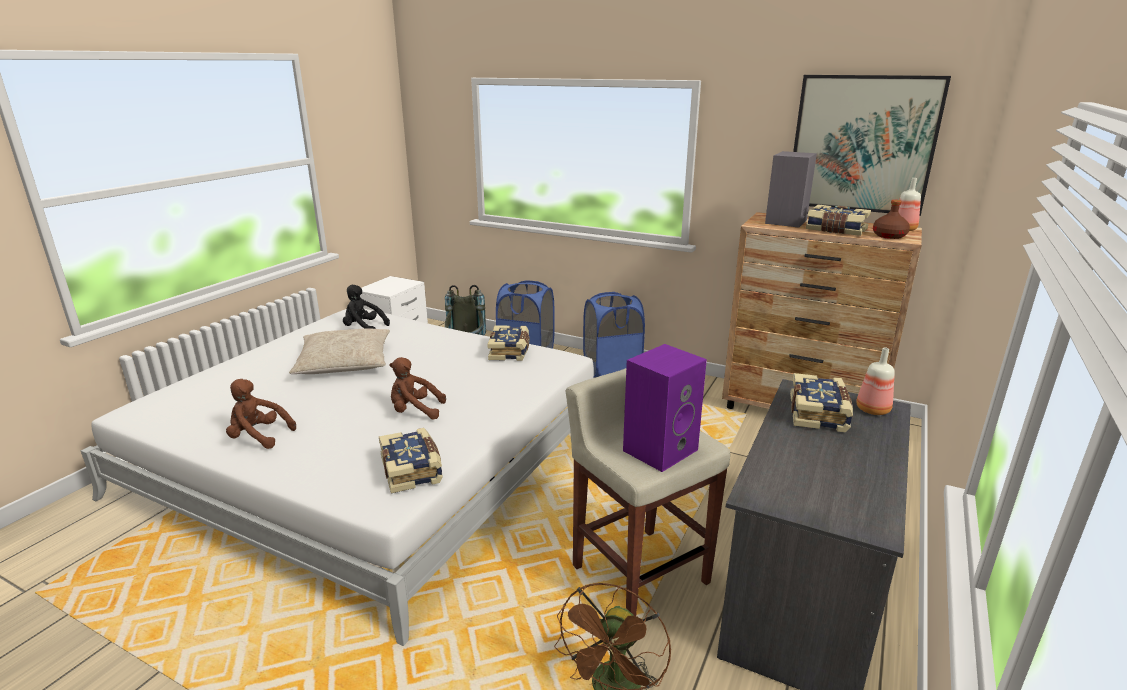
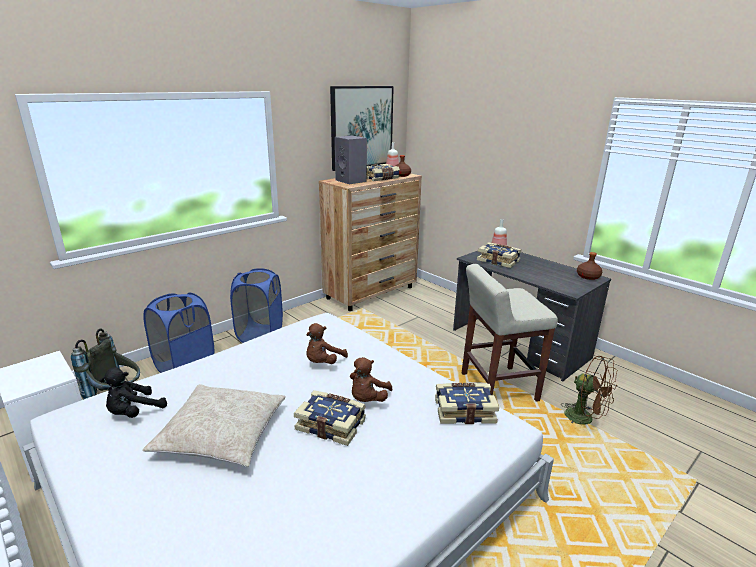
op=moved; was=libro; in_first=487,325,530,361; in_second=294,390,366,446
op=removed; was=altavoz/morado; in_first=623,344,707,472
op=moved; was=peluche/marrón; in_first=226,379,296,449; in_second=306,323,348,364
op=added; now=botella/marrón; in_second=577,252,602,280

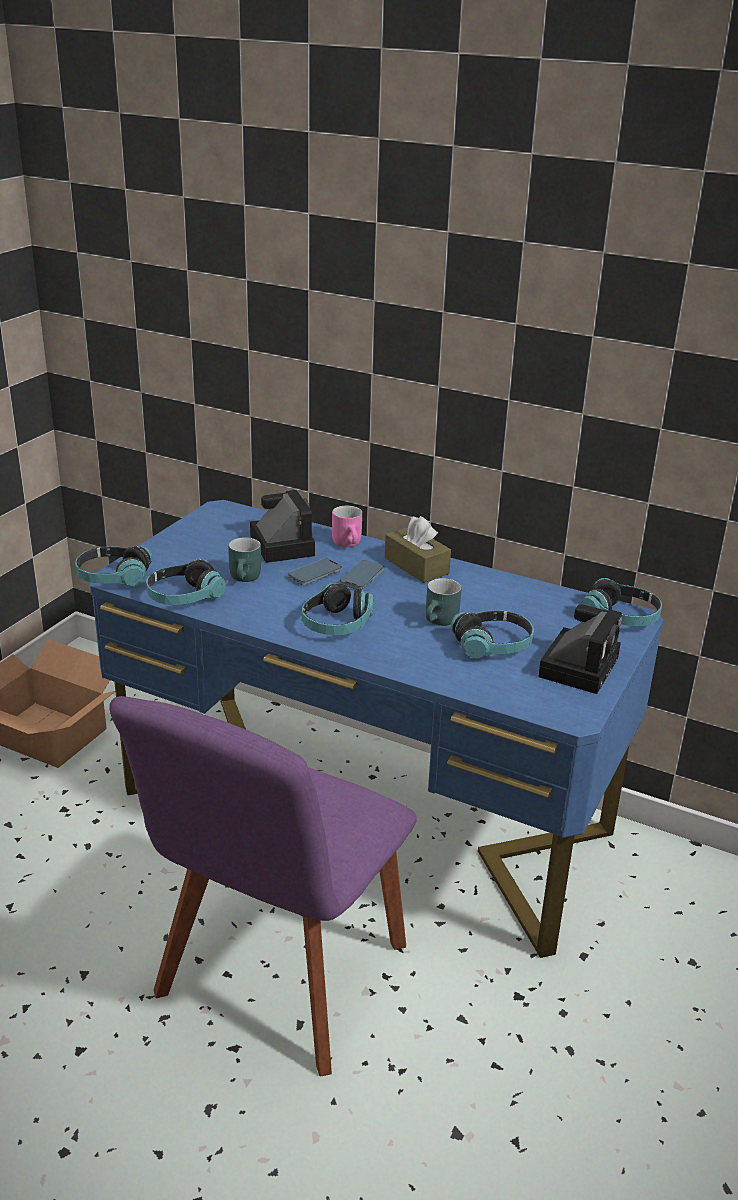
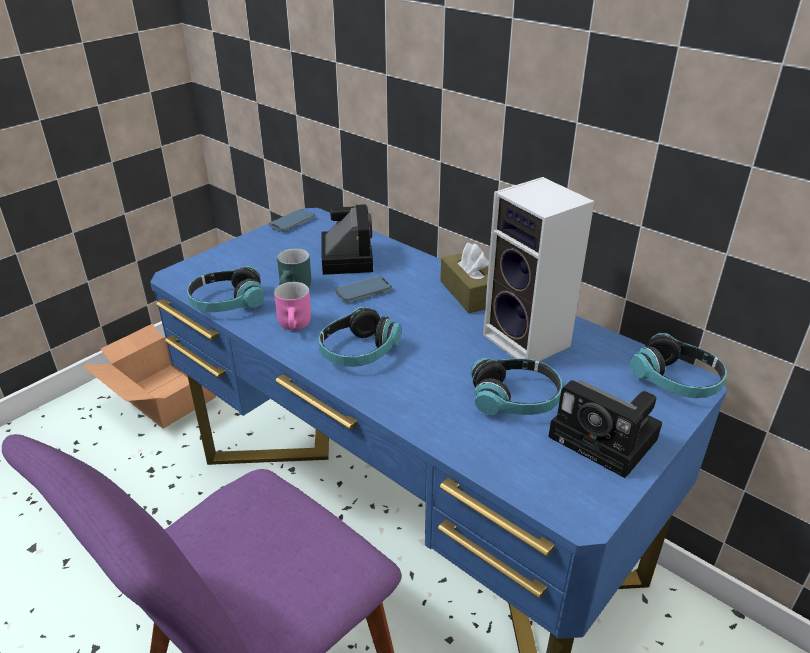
op=moved; was=taza grande/rosa; in_first=332,506,362,547; in_second=274,282,311,330
op=removed; was=auriculares; in_first=75,546,152,586
op=moved; was=móvil; in_first=340,560,384,590; in_second=269,209,315,232
op=removed; was=taza grande/turquesa; in_first=426,578,461,626
op=turned; was=cámara; in_first=538,604,622,694; in_second=549,380,662,478; clockwise=90
op=added; now=altavoz; in_second=483,177,594,361

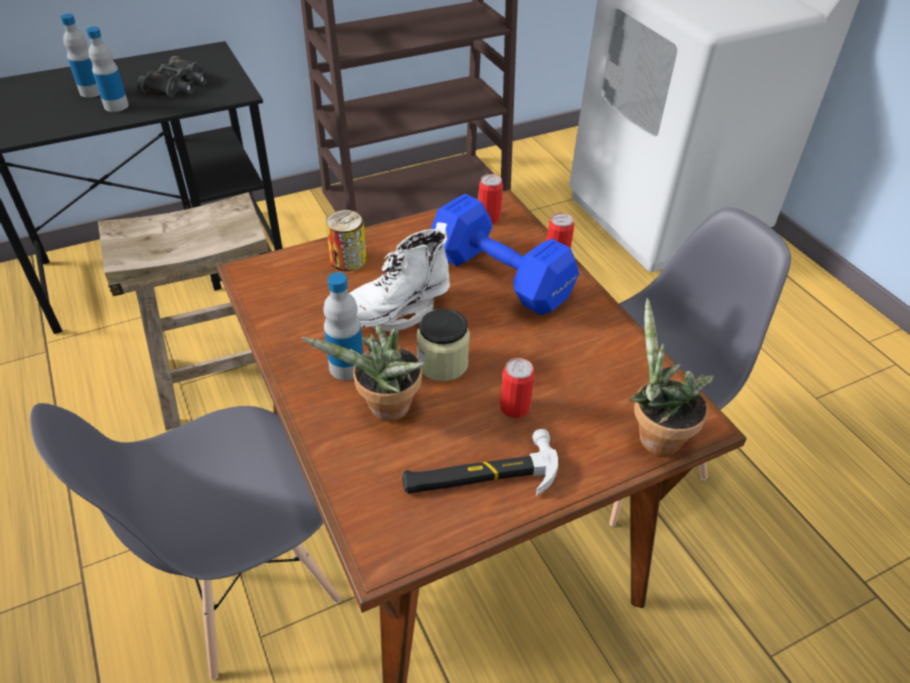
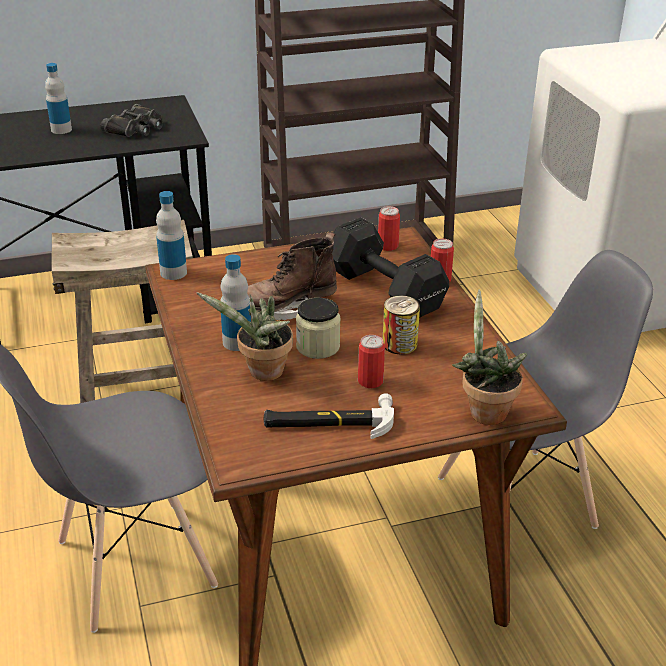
op=moved; was=botella; in_first=86,27,129,112; in_second=156,191,187,280
op=recoloured; was=mancuerna/azul; now=mancuerna/negro; in_first=431,194,579,315; in_second=332,217,449,318
op=moved; was=lata; in_first=326,210,366,271; in_second=383,295,420,355
op=recoloured; was=bota/blanco; now=bota/marrón; in_first=349,222,450,332; in_second=247,232,337,320

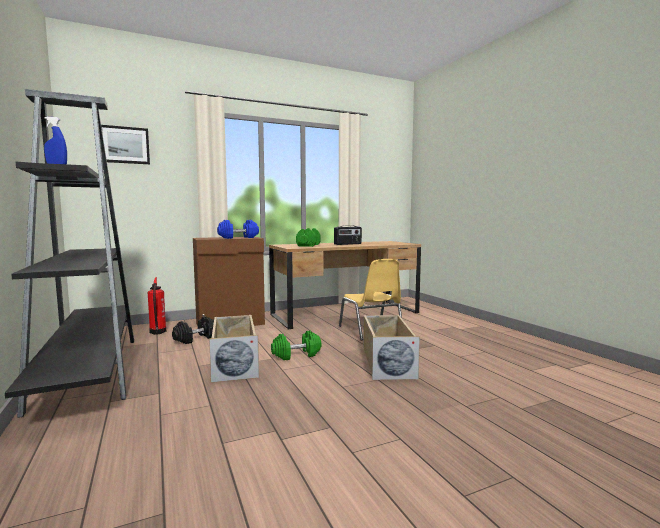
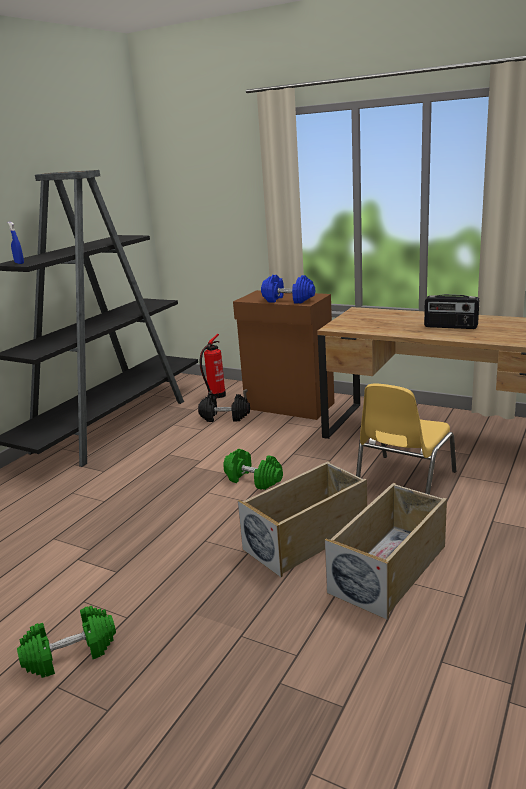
op=removed; was=cuadro; in_first=101,125,150,164
op=moved; was=mancuerna/verde; in_first=296,228,321,247; in_second=17,606,116,678
op=moved; was=caja de almacenaje/beis; in_first=209,315,259,382; in_second=325,483,447,620

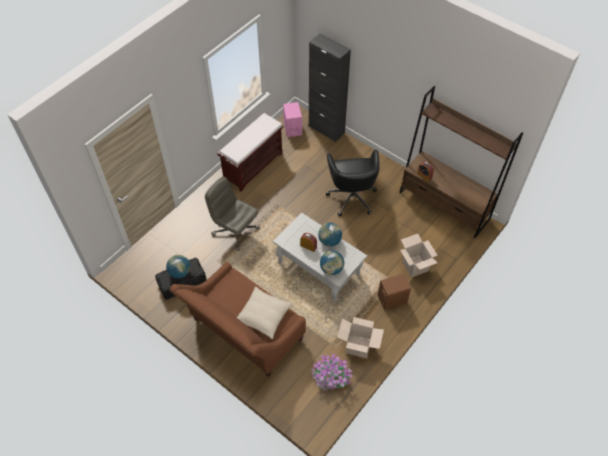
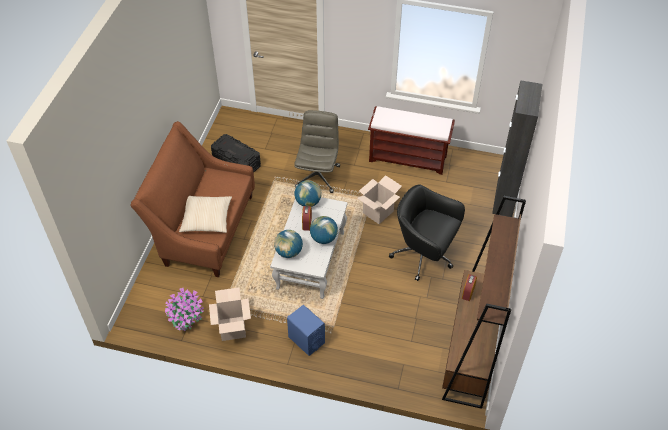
op=removed; was=altavoz/rosa; in_first=283,102,302,137
op=turned; was=silla de oficina/negro; in_first=326,150,380,216; in_second=389,185,465,281; clockwise=60
op=moved; was=caja de cartón; in_first=400,234,437,277; in_second=357,175,402,224
op=moved; was=globo terráqueo; in_first=166,255,190,278; in_second=295,180,321,207
op=recoloured; was=altavoz/marrón; now=altavoz/azul; in_first=378,273,411,310; in_second=287,305,325,356

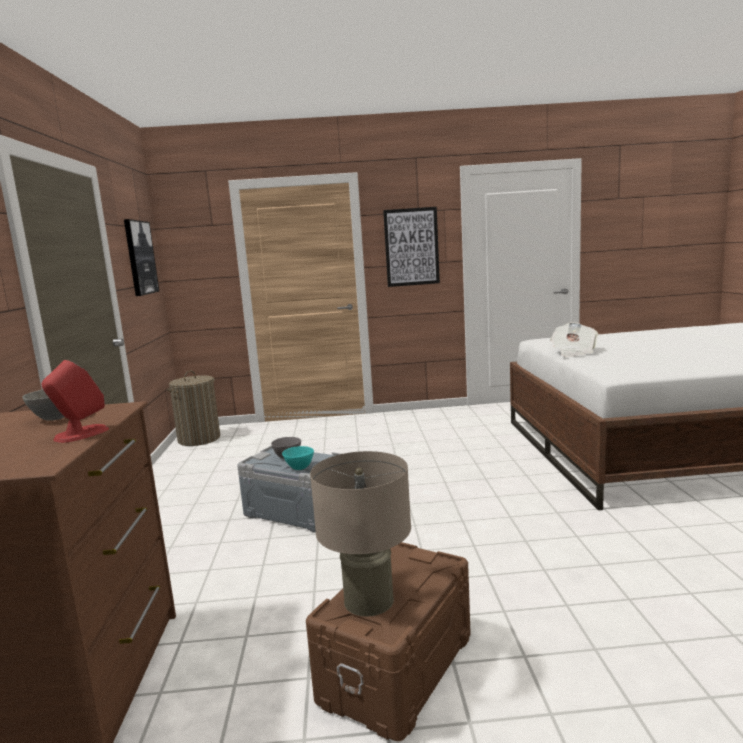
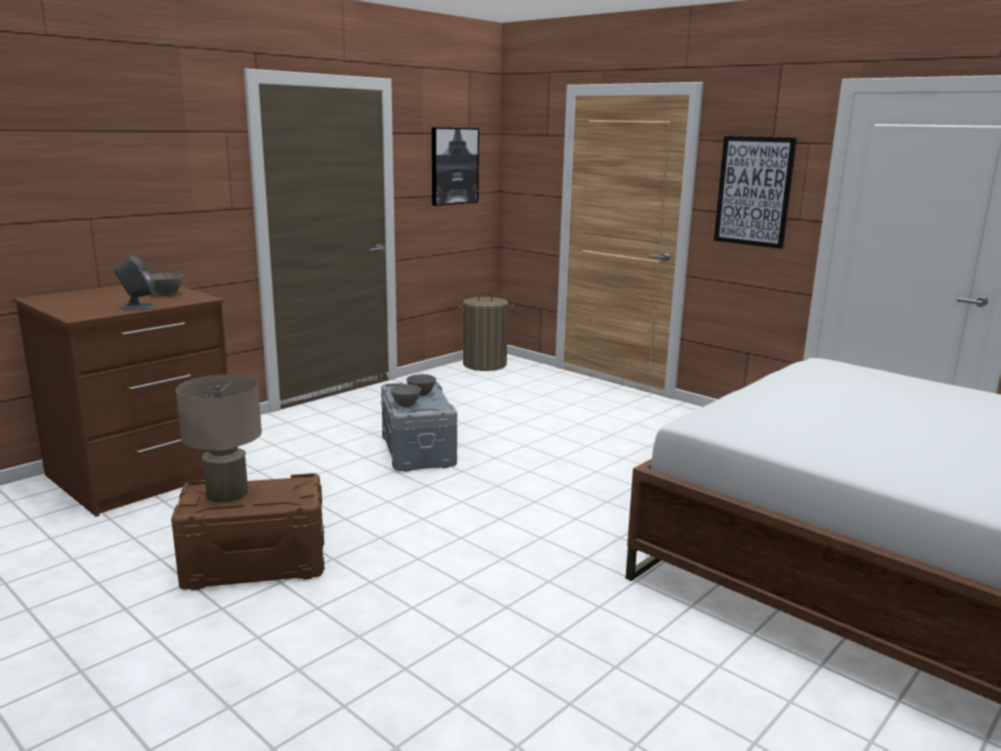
op=removed; was=periódico; in_first=550,322,598,357
op=recoloured; was=altavoz/rojo; now=altavoz/gris; in_first=41,360,109,443; in_second=114,255,158,310
op=recoloured; was=cuenco/turquesa; now=cuenco/gris; in_first=282,446,314,470; in_second=390,384,421,407

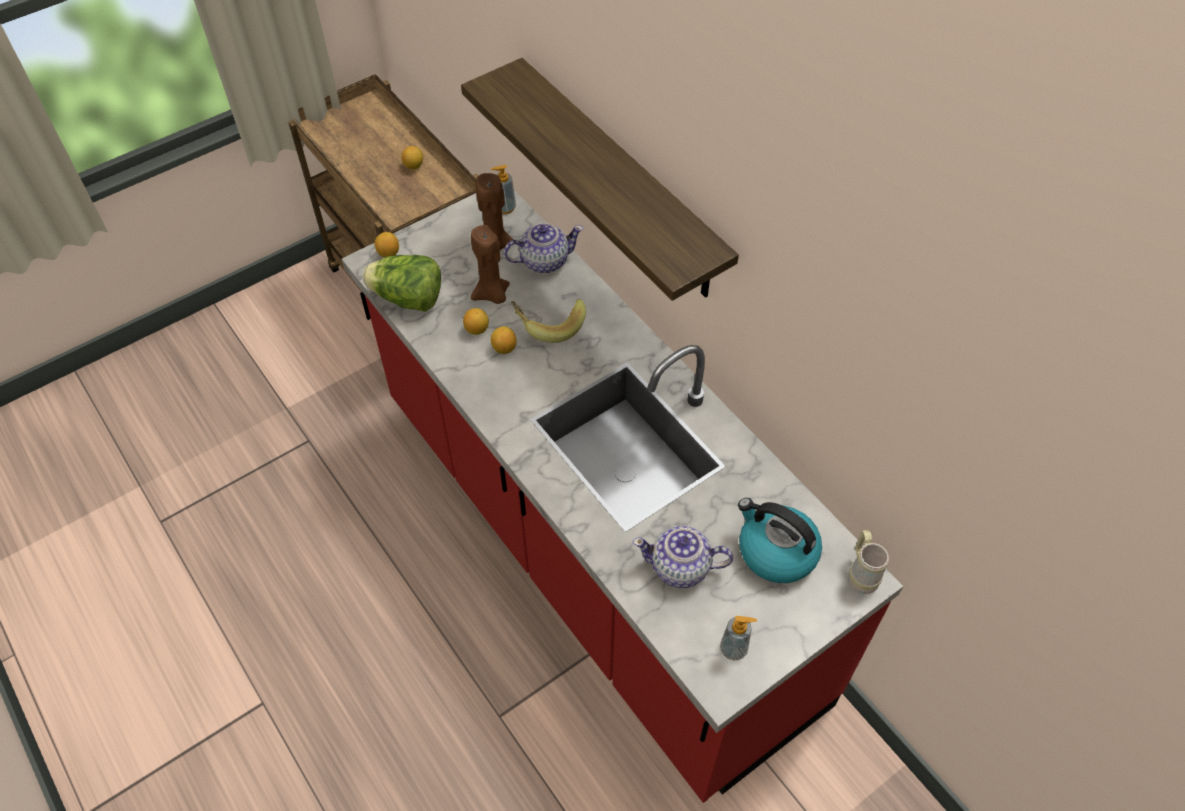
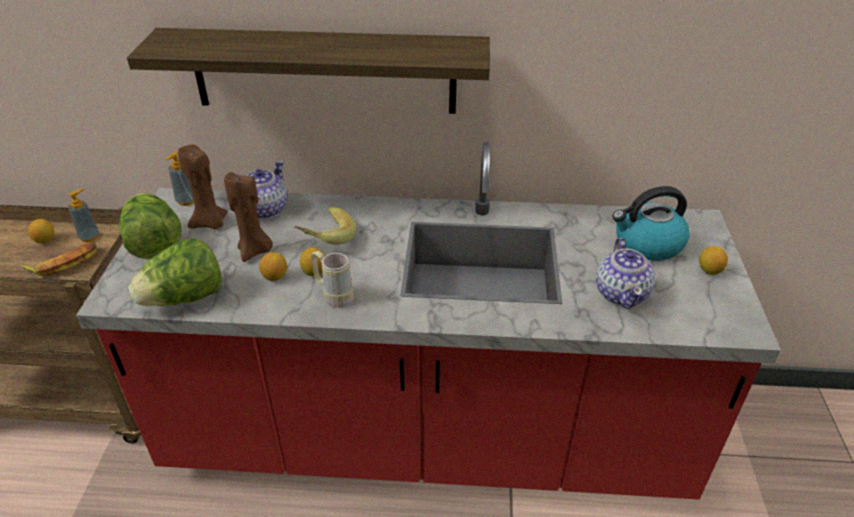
op=moved; was=limón; in_first=375,232,399,258; in_second=699,246,728,275
op=turned; was=tetera; in_first=633,526,733,588; in_second=596,237,655,309; clockwise=-45
op=moved; was=taza grande/beis; in_first=848,530,889,594; in_second=311,251,354,308
op=moved; was=dispensador de jabón; in_first=720,616,757,660; in_second=67,189,99,242
op=added; now=lechuga; in_second=118,193,182,259
op=added; now=plátano; in_second=20,242,97,276

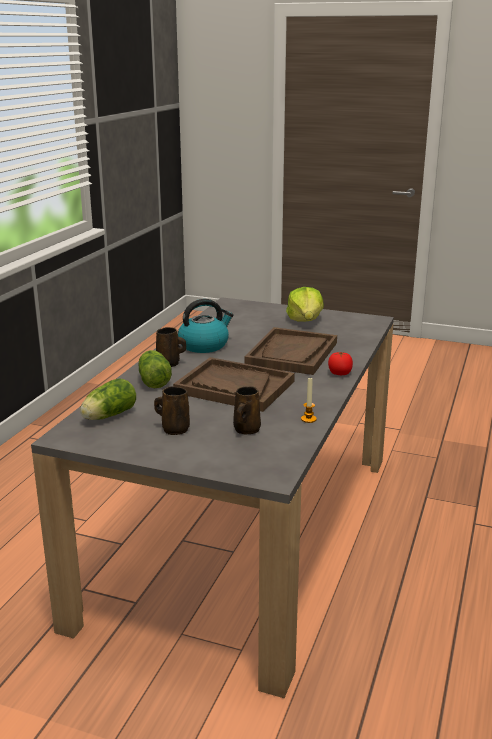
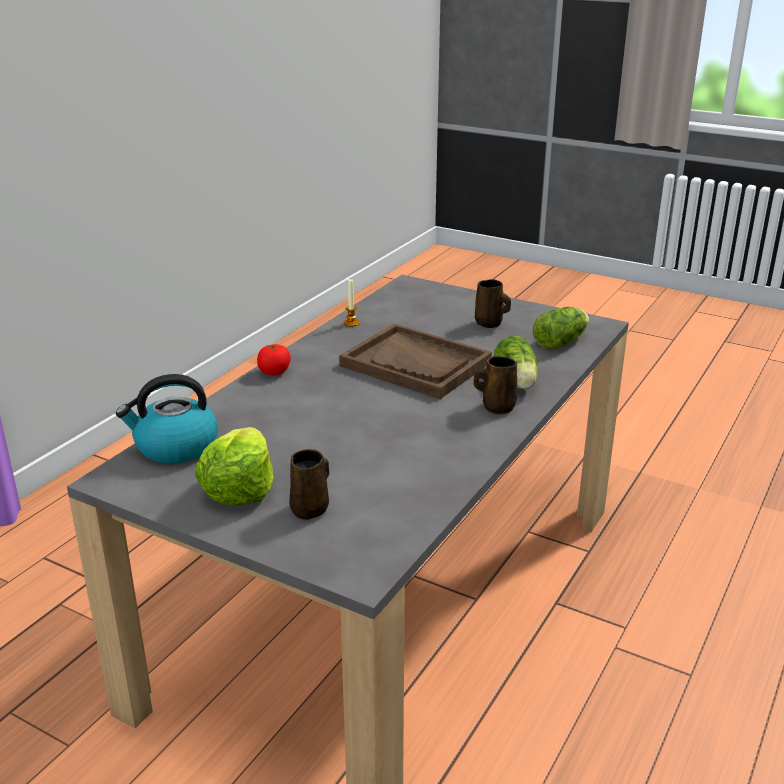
op=moved; was=hervidor; in_first=178,299,234,353; in_second=116,374,218,464
op=removed; was=bandeja/marrón; in_first=244,327,337,375
op=moved; was=taza grande/marrón; in_first=233,386,261,434; in_second=289,449,329,520

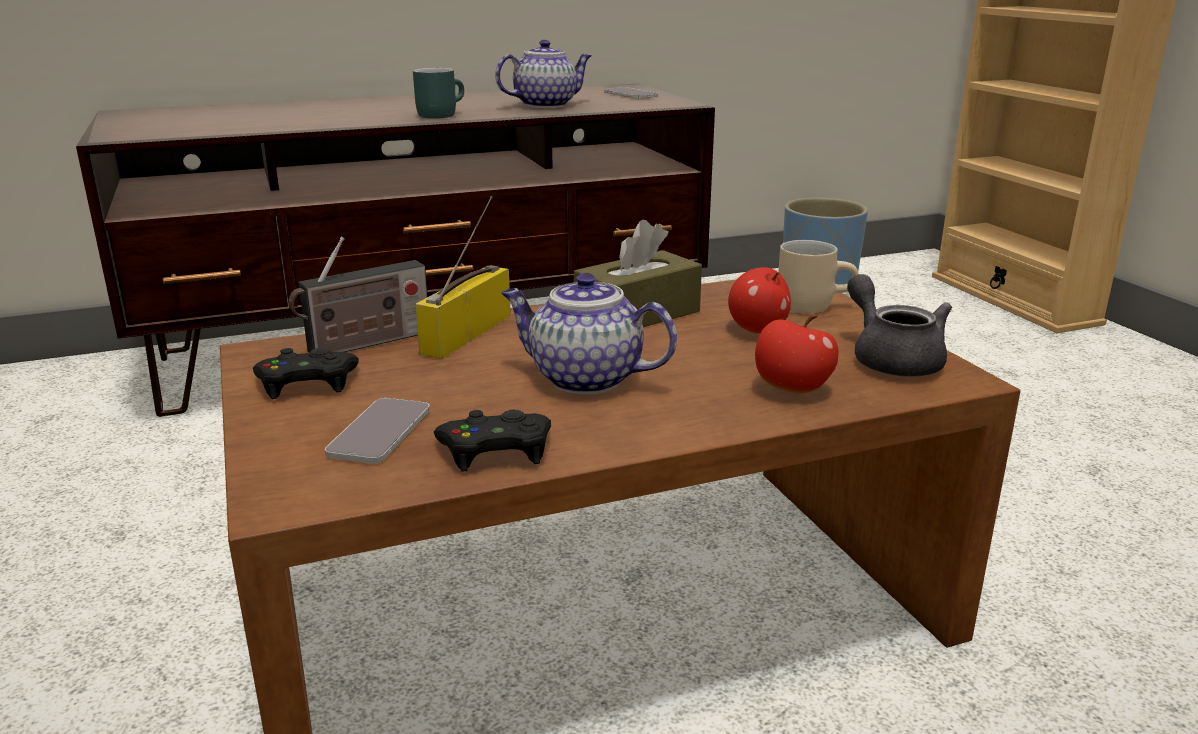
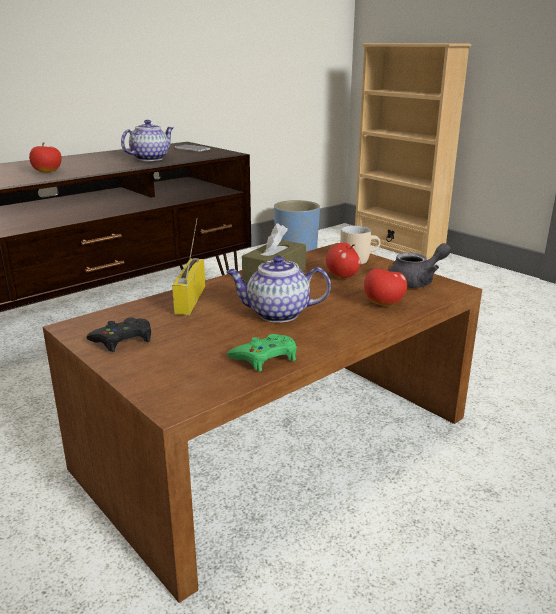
op=removed; was=taza grande/turquesa; in_first=413,68,464,119
op=removed; was=radio; in_first=289,236,428,352
op=turned; was=tetera/gris; in_first=847,274,952,377; in_second=389,243,451,288; clockwise=105
op=removed; was=móvil; in_first=325,398,430,464
op=recoloured; was=mando de consola/negro; now=mando de consola/verde; in_first=434,409,551,472; in_second=227,334,297,371
op=added; now=manzana; in_second=29,142,62,173

